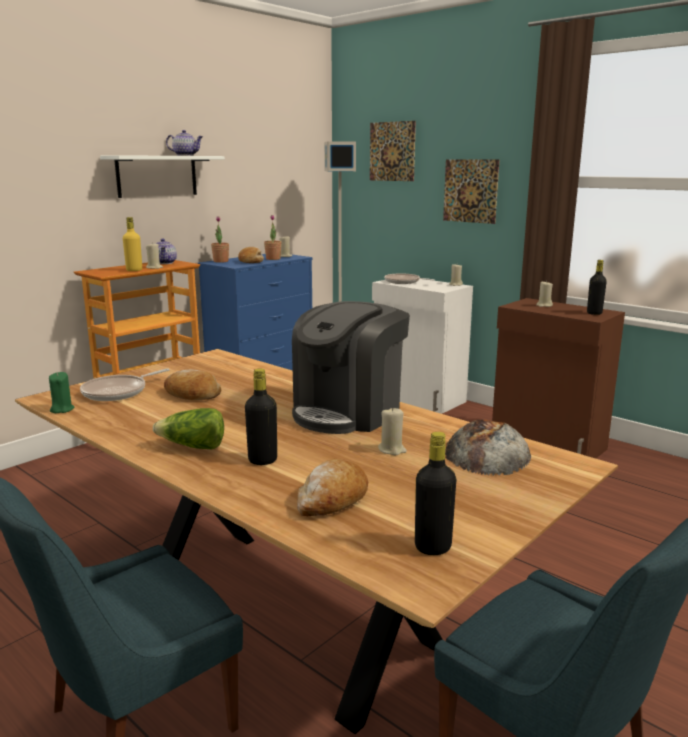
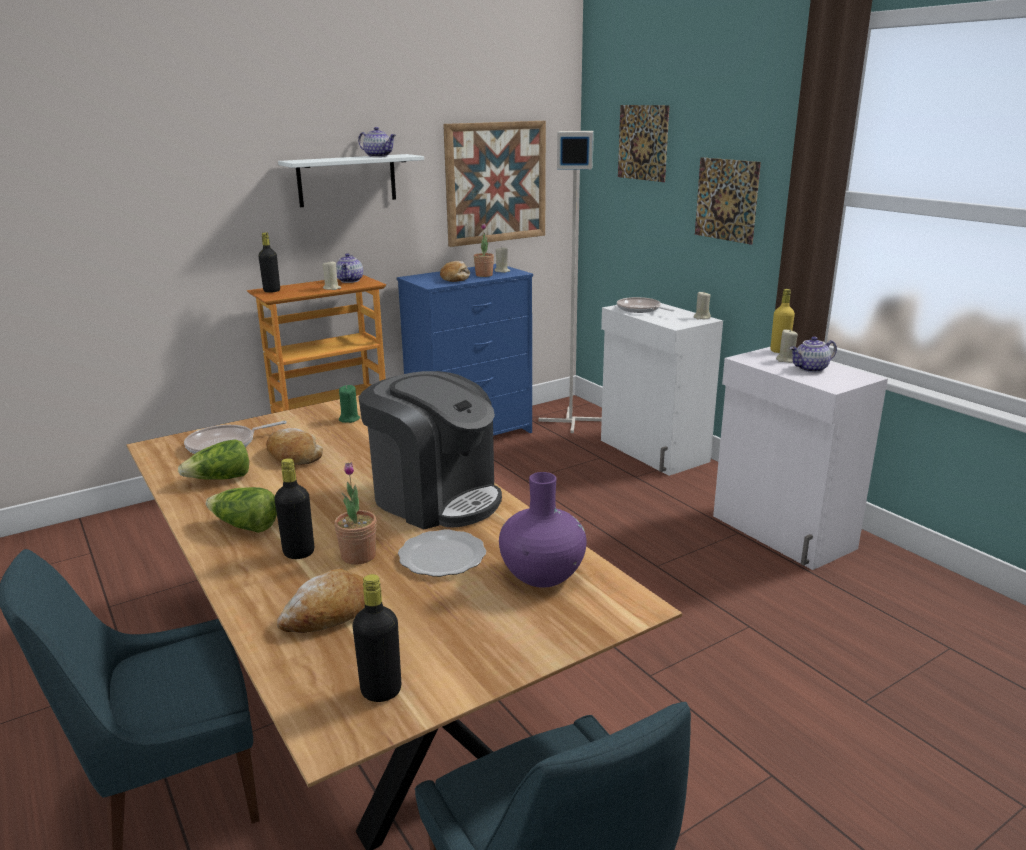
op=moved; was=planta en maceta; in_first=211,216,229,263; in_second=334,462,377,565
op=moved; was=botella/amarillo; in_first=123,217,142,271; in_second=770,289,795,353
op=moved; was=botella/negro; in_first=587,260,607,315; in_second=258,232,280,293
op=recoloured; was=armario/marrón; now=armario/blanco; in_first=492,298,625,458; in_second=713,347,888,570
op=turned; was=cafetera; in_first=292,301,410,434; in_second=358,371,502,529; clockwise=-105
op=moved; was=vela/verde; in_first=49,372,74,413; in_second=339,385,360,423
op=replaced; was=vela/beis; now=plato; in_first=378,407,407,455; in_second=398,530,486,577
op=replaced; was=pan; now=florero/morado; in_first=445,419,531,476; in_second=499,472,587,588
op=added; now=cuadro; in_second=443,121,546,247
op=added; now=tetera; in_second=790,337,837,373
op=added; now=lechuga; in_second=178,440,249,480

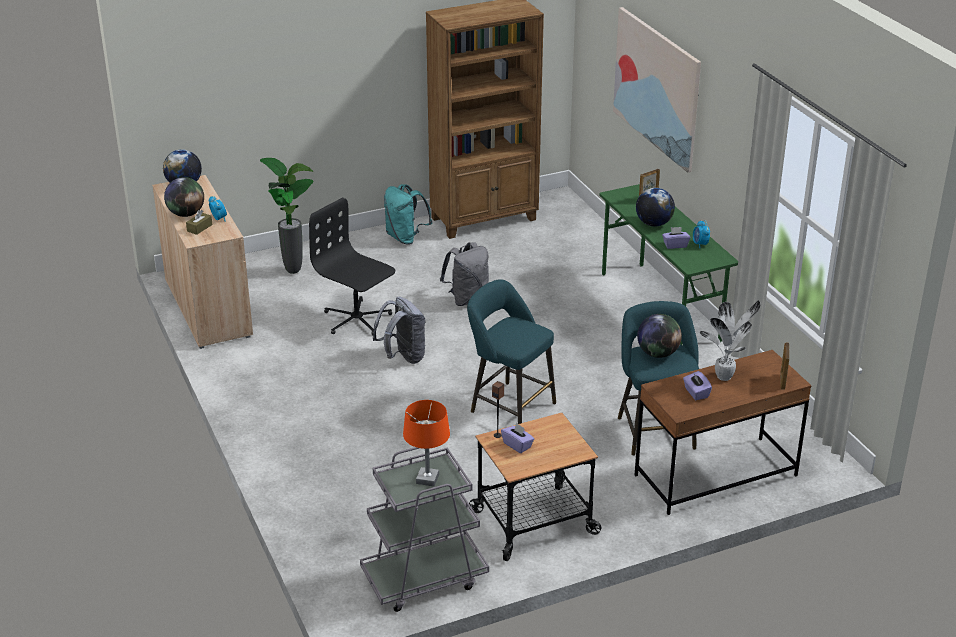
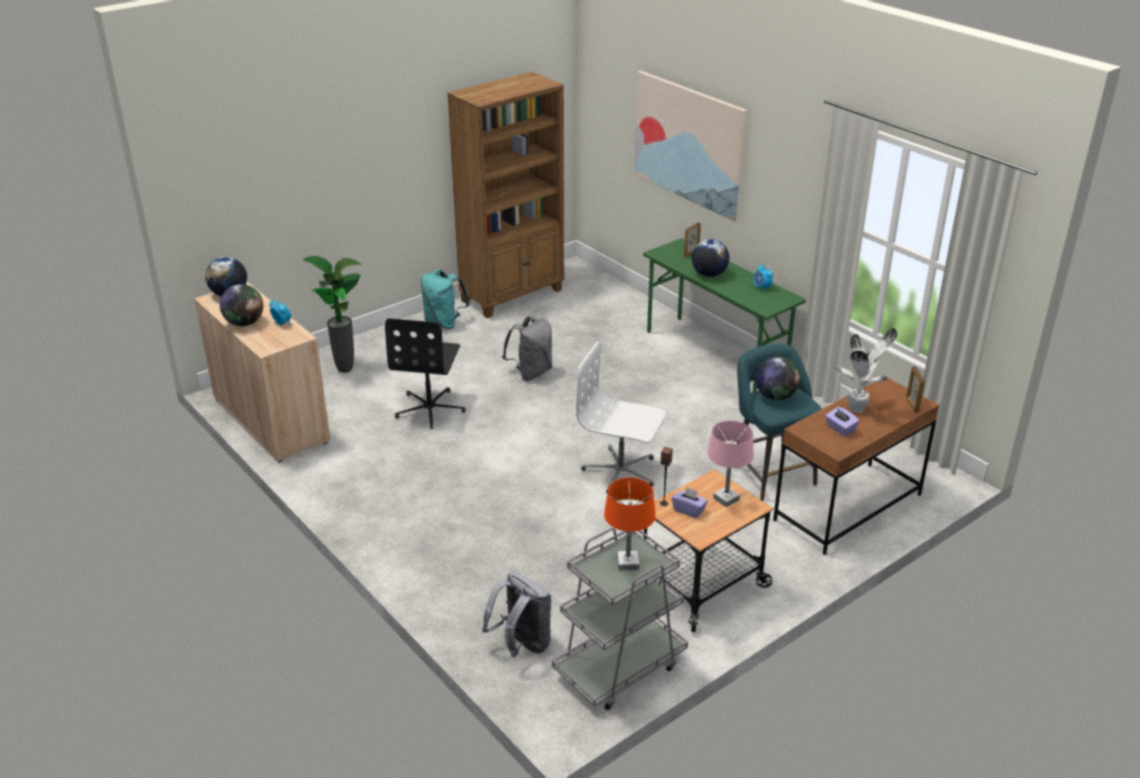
op=turned; was=silla de oficina/negro; in_first=309,197,395,336; in_second=385,318,466,429; clockwise=-105
op=removed; was=caja de pañuelos/marrón; in_first=186,210,212,235
op=removed; was=caja de pañuelos/morado; in_first=662,227,690,249
op=replaced; was=taburete/turquesa; now=silla de oficina/blanco; in_first=467,279,556,424; in_second=576,342,666,493
op=moved; was=mochila/gris; in_first=373,297,426,364; in_second=482,572,551,657
op=added; now=lámpara de mesa/rosa; in_second=707,421,754,507

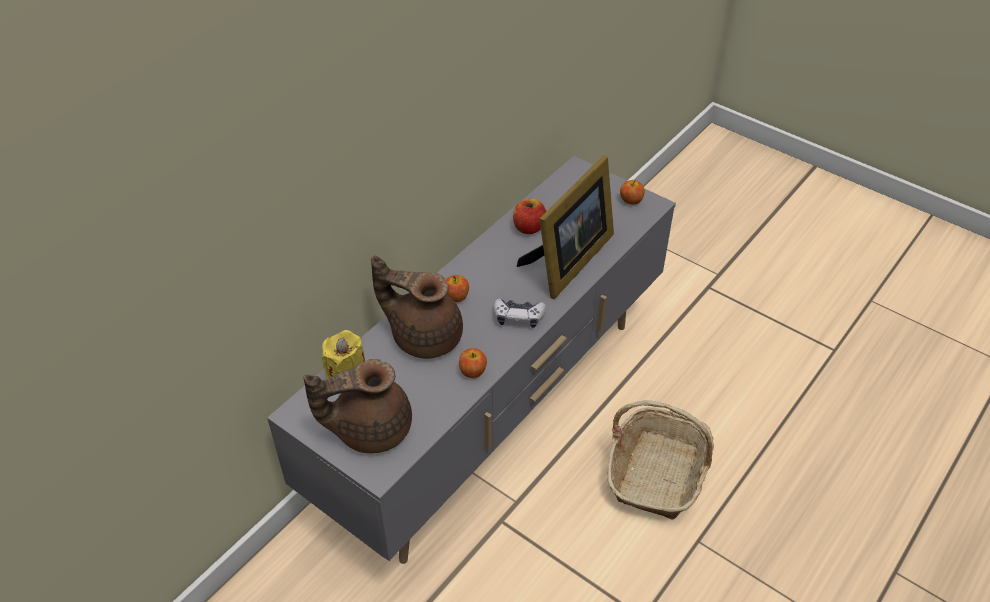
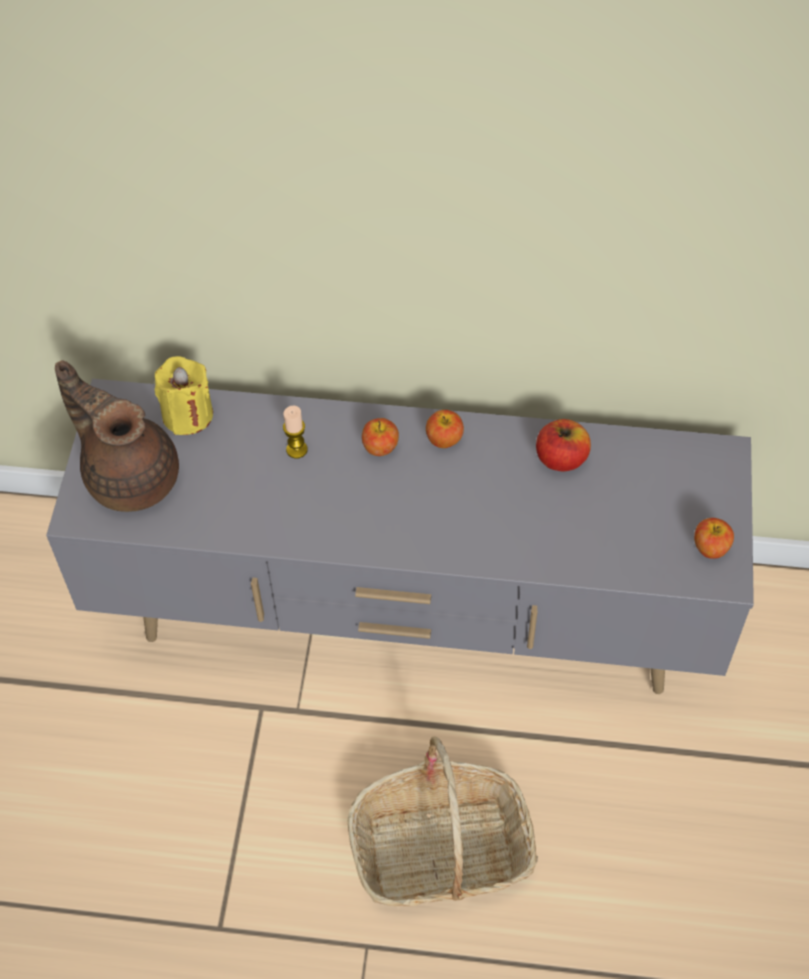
op=removed; was=portarretratos; in_first=517,155,614,299
op=replaced; was=tetera/marrón; now=vela; in_first=371,256,463,359; in_second=283,406,308,458
op=removed; was=mando de consola; in_first=494,298,546,328
op=moved; was=manzana; in_first=459,348,487,378; in_second=426,410,464,448

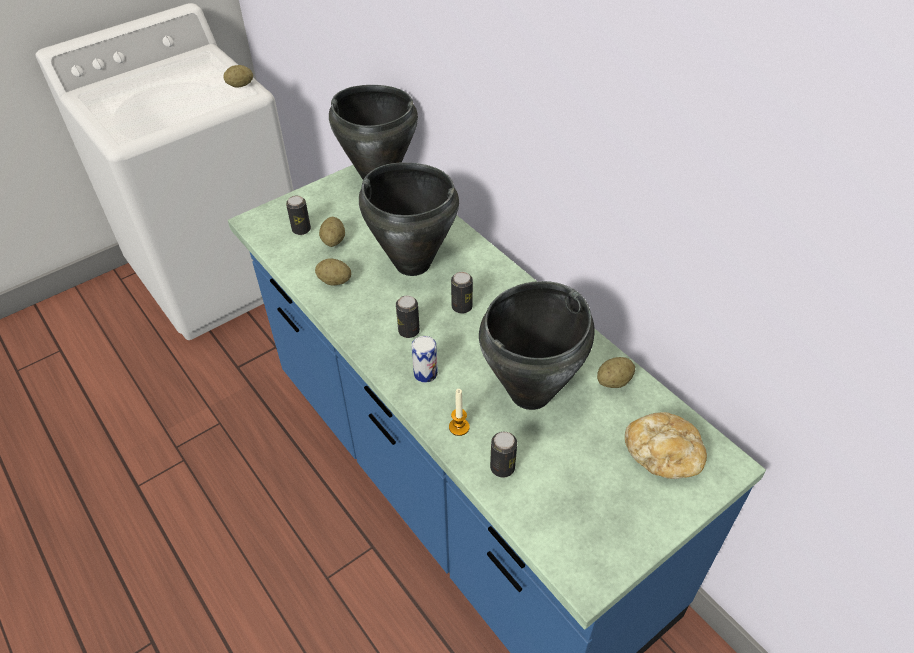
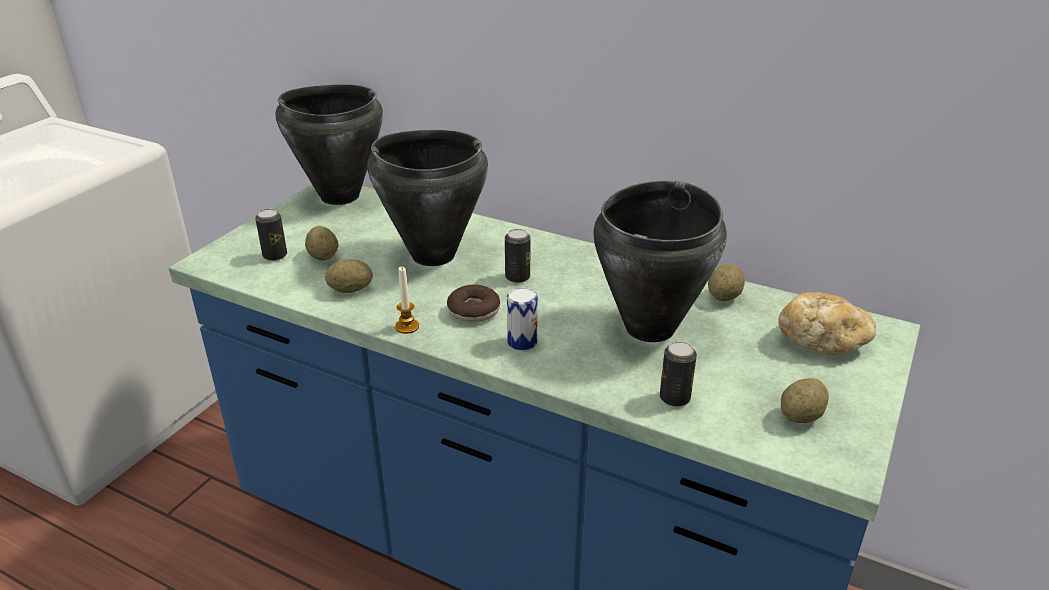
op=moved; was=patata; in_first=224,65,253,88; in_second=781,378,829,423
op=replaced; was=lata; now=rosquilla; in_first=396,295,420,338; in_second=447,285,500,323
op=moved; was=vela; in_first=449,389,470,436; in_second=395,266,419,334

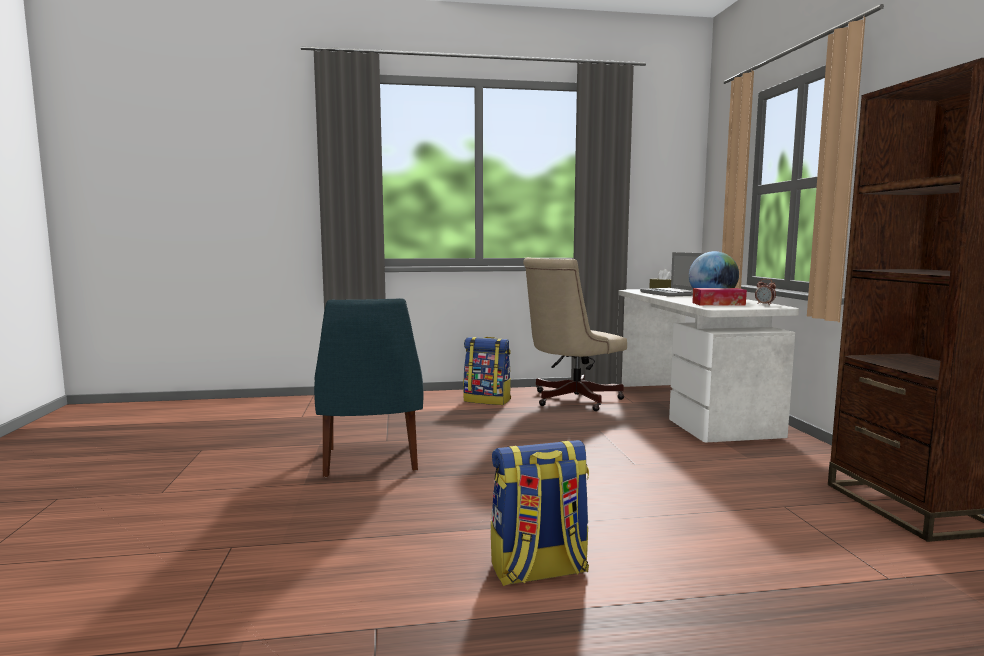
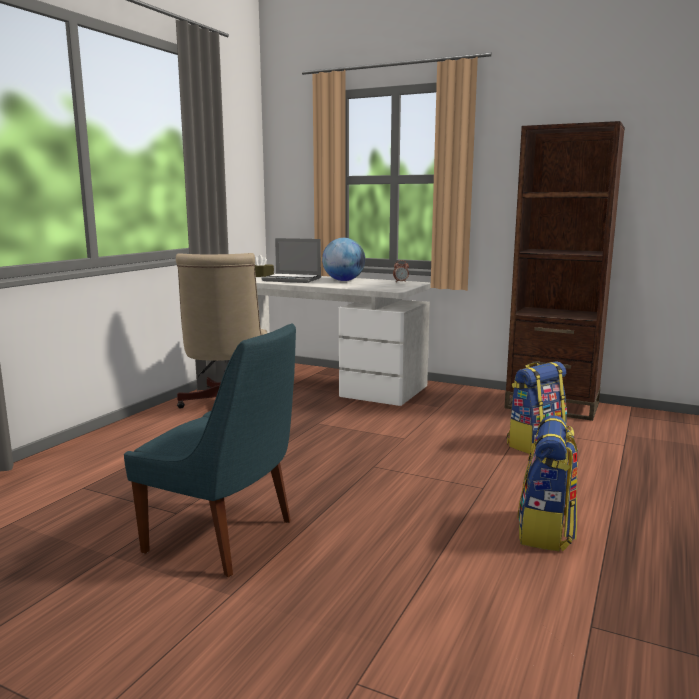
op=removed; was=caja de pañuelos; in_first=692,288,747,306
op=moved; was=mochila; in_first=463,337,511,405; in_second=507,361,567,454

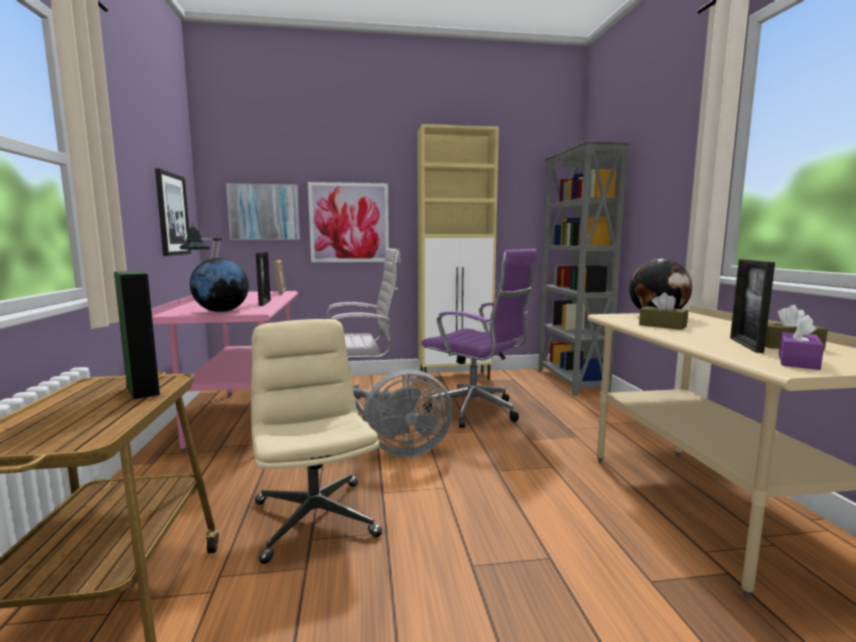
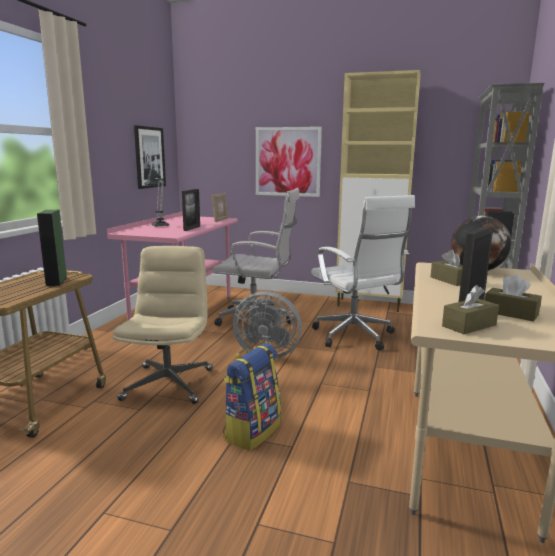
op=removed; was=cuadro; in_first=226,183,300,240
op=recoloured; was=silla de oficina/morado; now=silla de oficina/blanco; in_first=422,249,538,428; in_second=311,195,415,351
op=removed; was=globo terráqueo; in_first=190,258,249,312
op=recoloured; was=caja de pañuelos/morado; now=caja de pañuelos/marrón; in_first=778,315,824,370; in_second=442,285,499,334
op=added; now=mochila; in_second=223,343,281,451

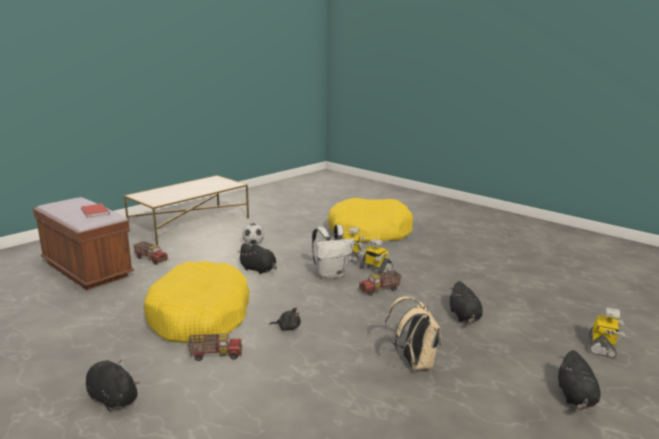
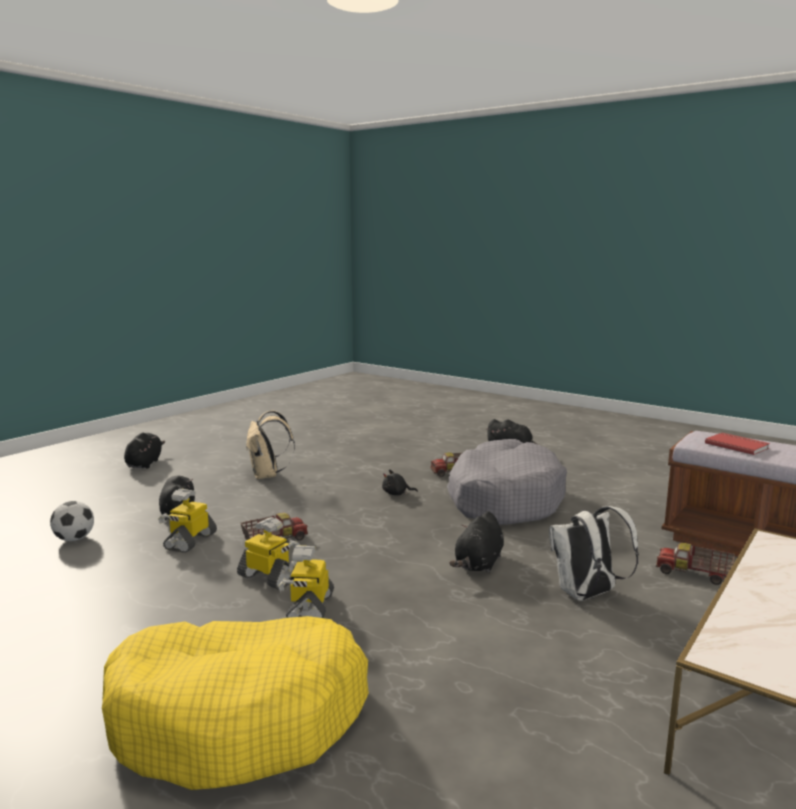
op=moved; was=balón de fútbol; in_first=242,223,264,245; in_second=50,501,94,541
op=moved; was=mochila/blanco; in_first=312,225,354,279; in_second=549,506,639,601
op=turned; was=peluche/negro; in_first=237,243,277,274; in_second=449,511,504,573; clockwise=-90
op=recoloured; was=cama para perro/amarillo; now=cama para perro/gris; in_first=144,261,249,343; in_second=447,439,567,525
op=moved; was=robot de juguete; in_first=589,307,626,358; in_second=158,489,217,553

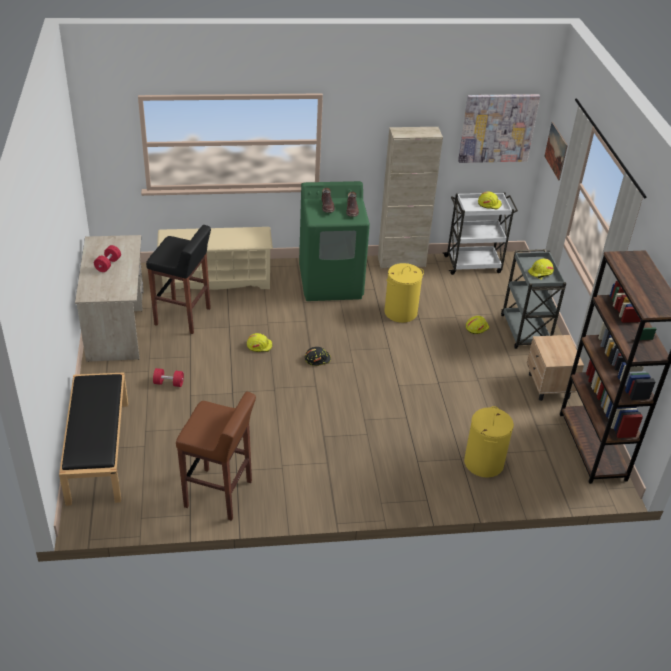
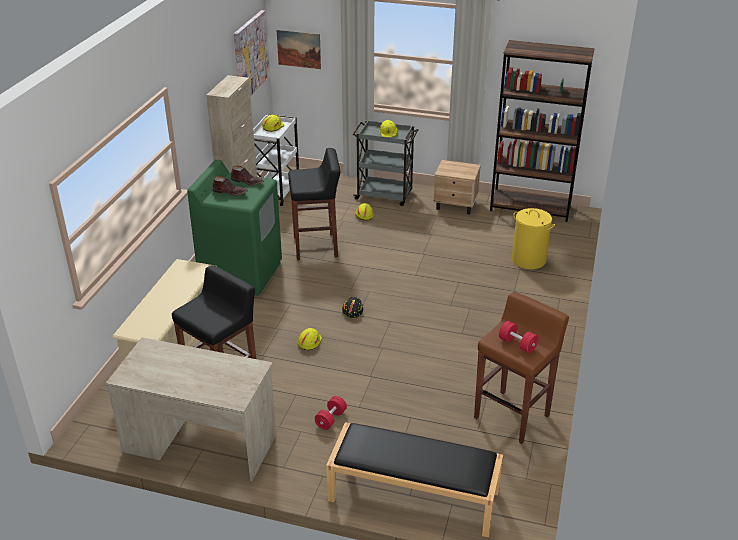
op=moved; was=mancuerna/rojo; in_first=94,245,121,272; in_second=499,321,539,353
op=replaced; was=cesto de la ropa/amarillo; now=taburete/negro; in_first=384,263,424,323; in_second=288,148,340,260

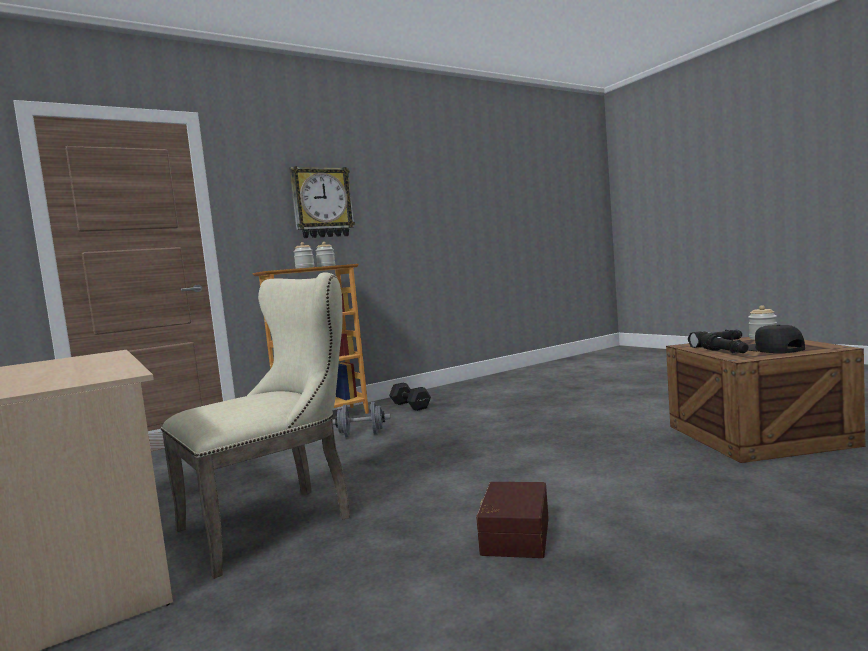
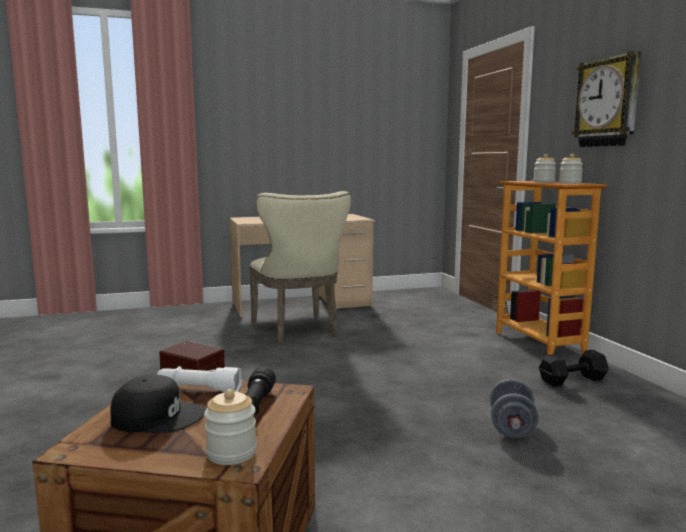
op=recoloured; was=linterna/negro; now=linterna/blanco; in_first=701,333,749,353; in_second=157,366,243,392
op=moved; was=mancuerna/gris; in_first=333,402,390,437; in_second=490,379,539,438

